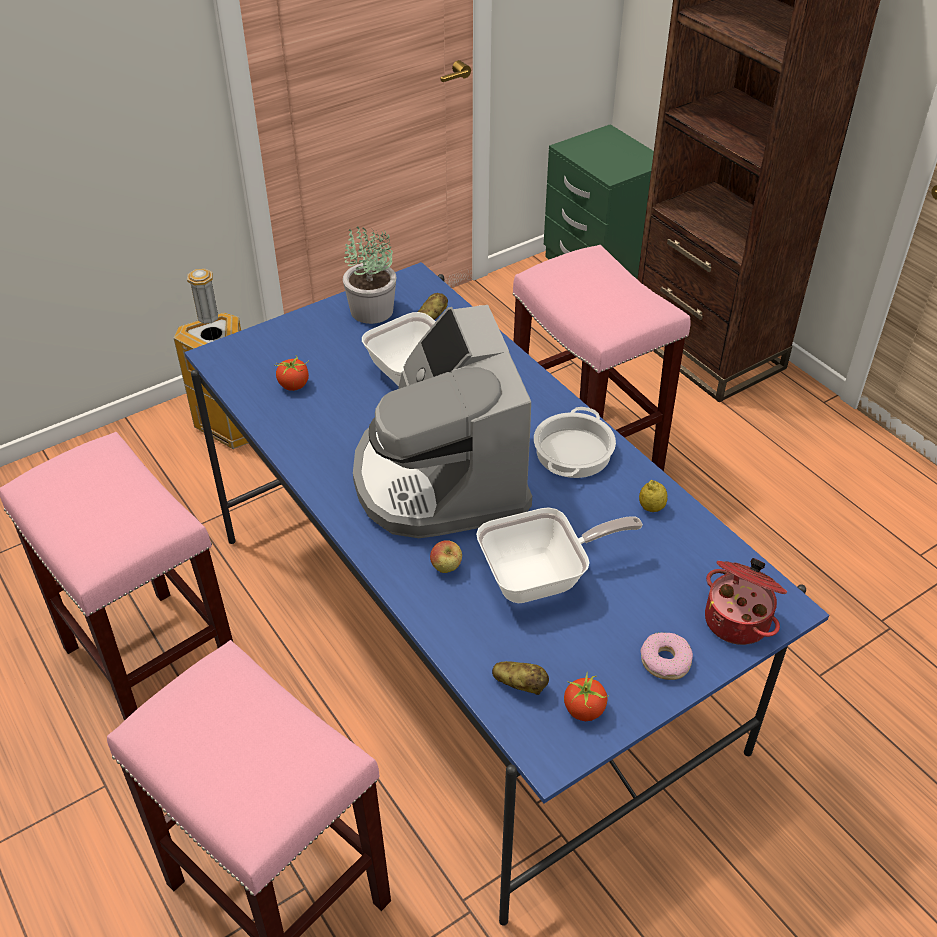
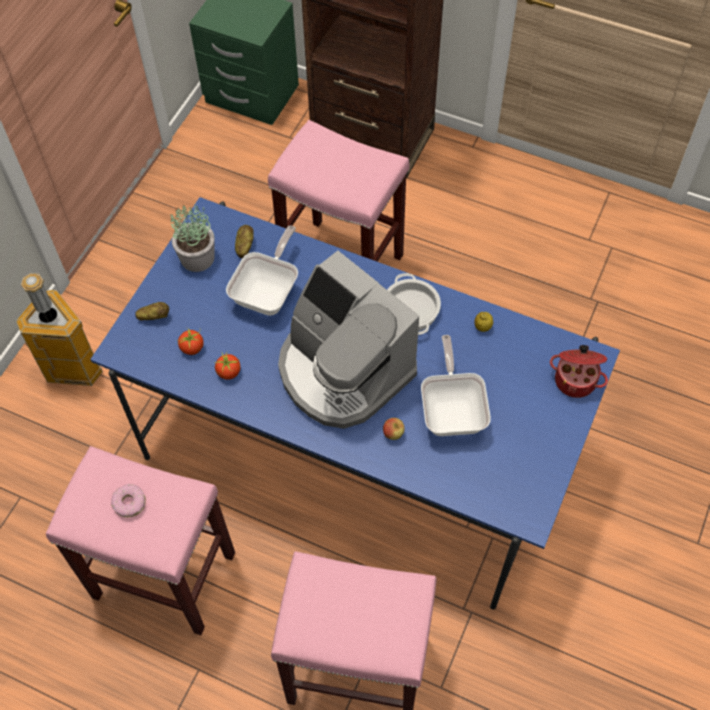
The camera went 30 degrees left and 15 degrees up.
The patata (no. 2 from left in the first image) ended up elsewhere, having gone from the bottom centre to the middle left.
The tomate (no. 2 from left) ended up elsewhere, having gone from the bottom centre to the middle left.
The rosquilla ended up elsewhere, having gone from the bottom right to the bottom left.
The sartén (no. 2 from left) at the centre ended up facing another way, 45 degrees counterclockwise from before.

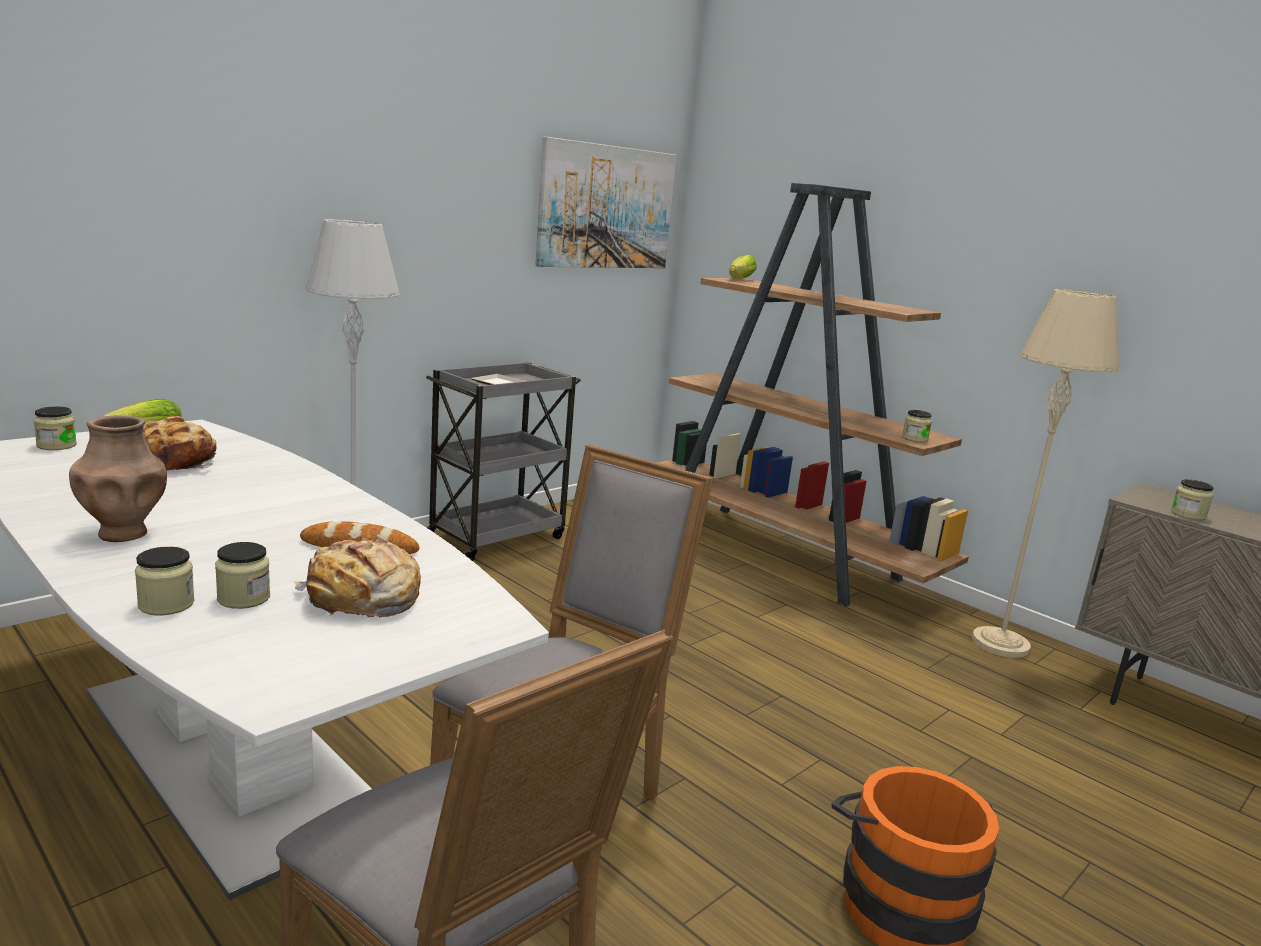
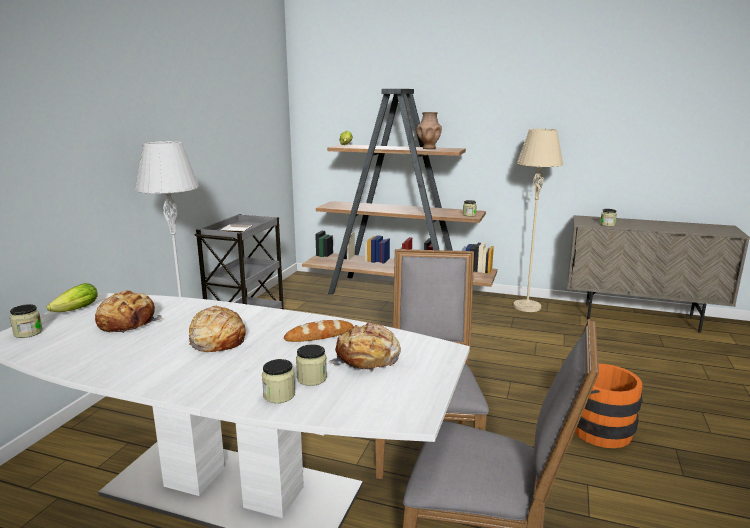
The camera went 25 degrees left and 0 degrees up.
The second view lost the cuadro at the top centre.
The second view gained the pan (no. 2 from left) at the middle left.
The florero/marrón ended up elsewhere, having gone from the middle left to the top centre.

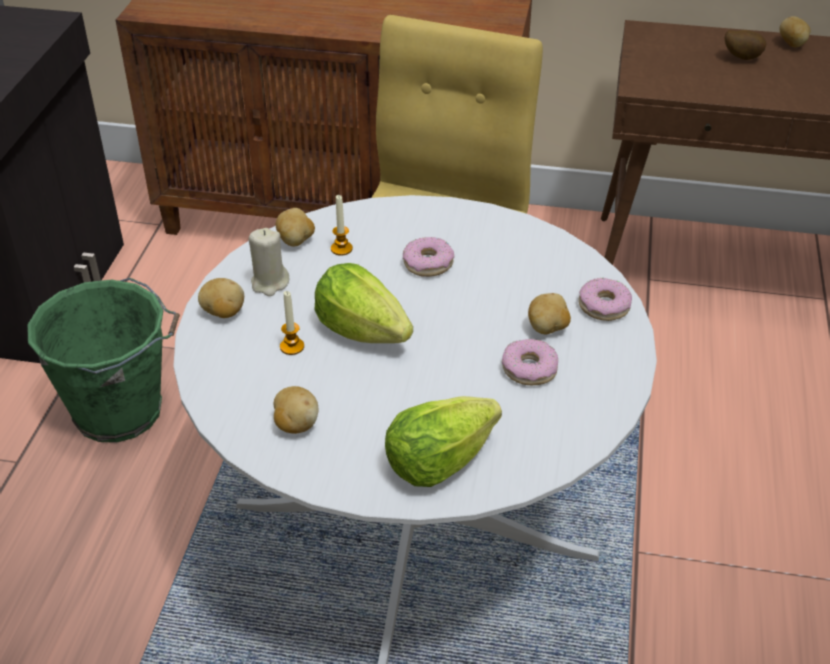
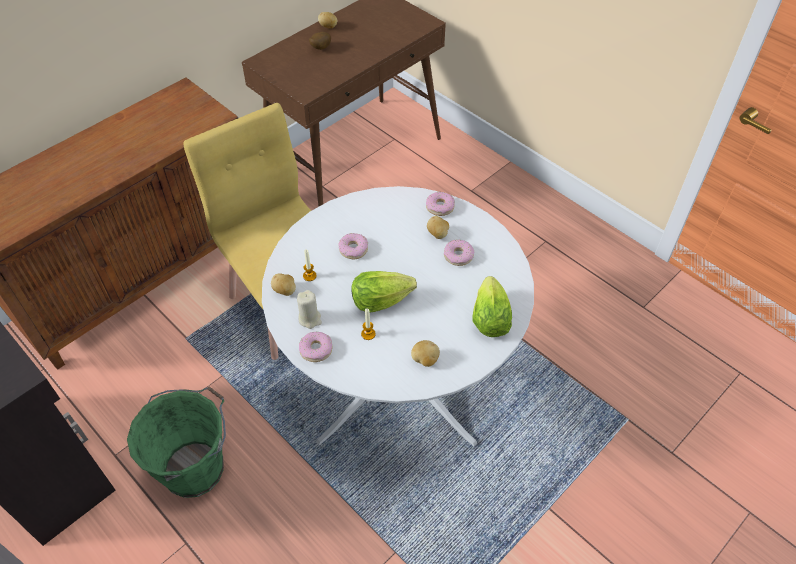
The camera went 55 degrees left and 10 degrees up.
Where the patata (no. 1 from left) stood at the middle left, the rosquilla (no. 1 from left) came to stand at the centre.

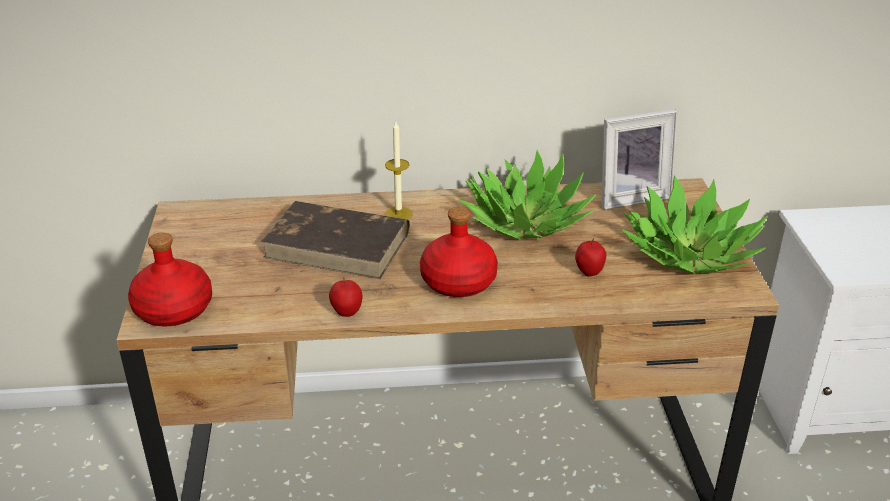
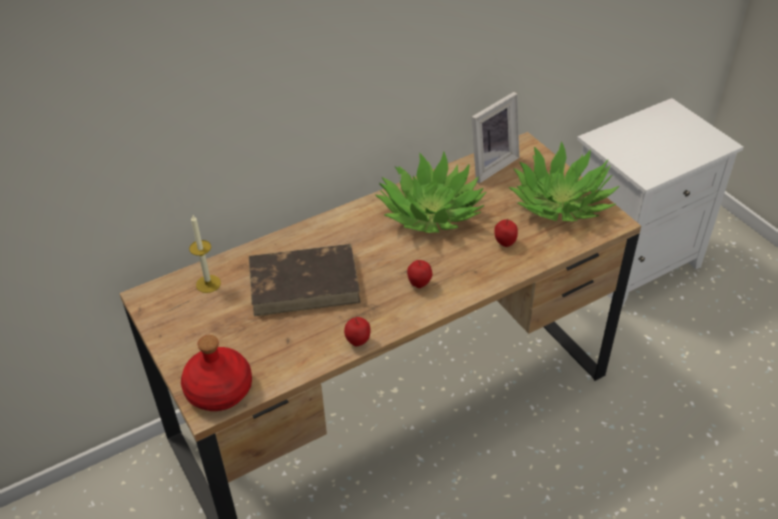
The camera went 25 degrees left and 10 degrees up.
The vela ended up elsewhere, having gone from the centre to the middle left.
Where the botella/rojo (no. 2 from left) stood at the centre, the manzana (no. 2 from left) came to stand at the centre.

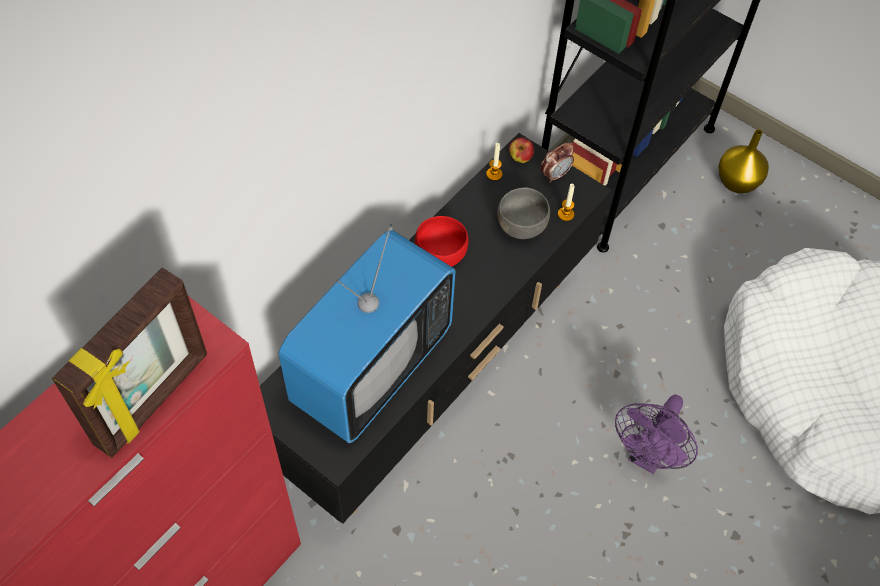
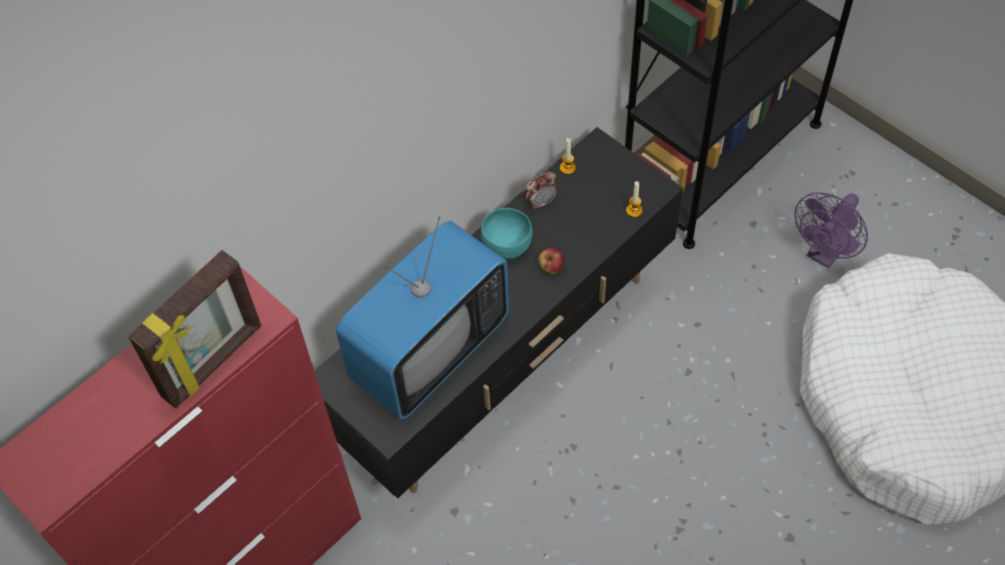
The camera went 10 degrees right and 0 degrees up.
The second view lost the cuenco/gris at the centre.
The second view lost the florero/amarillo at the top right.
The manzana ended up elsewhere, having gone from the top centre to the centre.
The despertador ended up elsewhere, having gone from the top centre to the centre.
The ventilador/morado ended up elsewhere, having gone from the bottom right to the middle right.
What was the cuenco/rojo at the centre turned into the cuenco/turquesa at the centre.

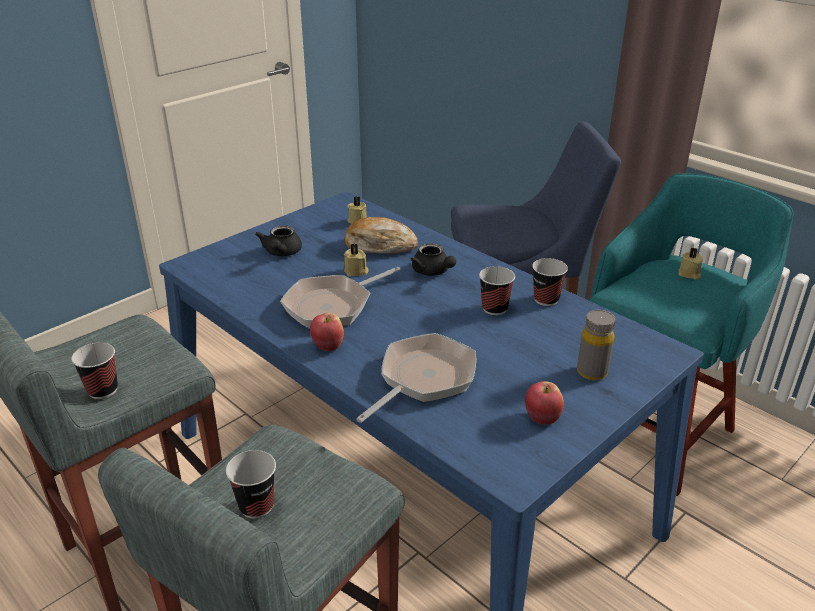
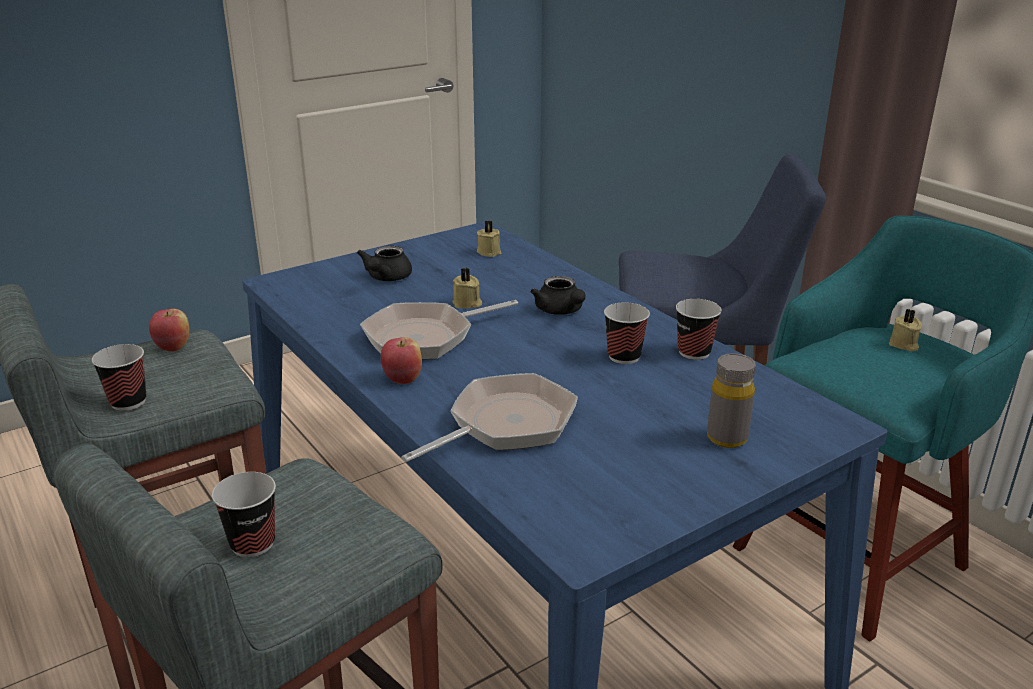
The camera went 10 degrees right and 5 degrees down.
The second view lost the pan at the centre.
The manzana (no. 2 from left in the first image) ended up elsewhere, having gone from the middle right to the middle left.

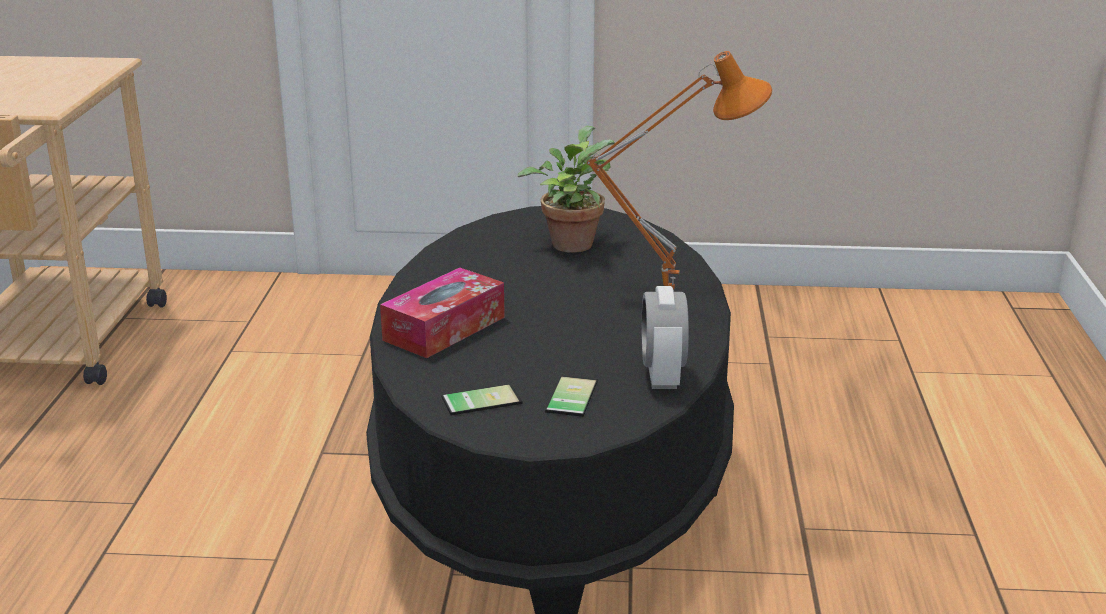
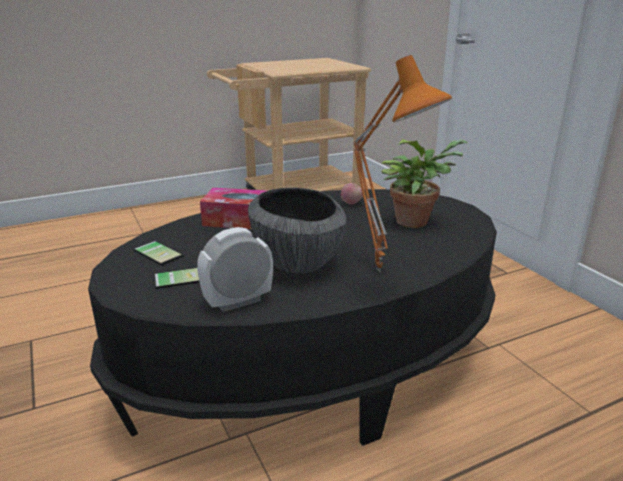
The camera went 60 degrees right and 0 degrees up.
The second view gained the cuenco at the centre.
The second view gained the manzana at the centre.

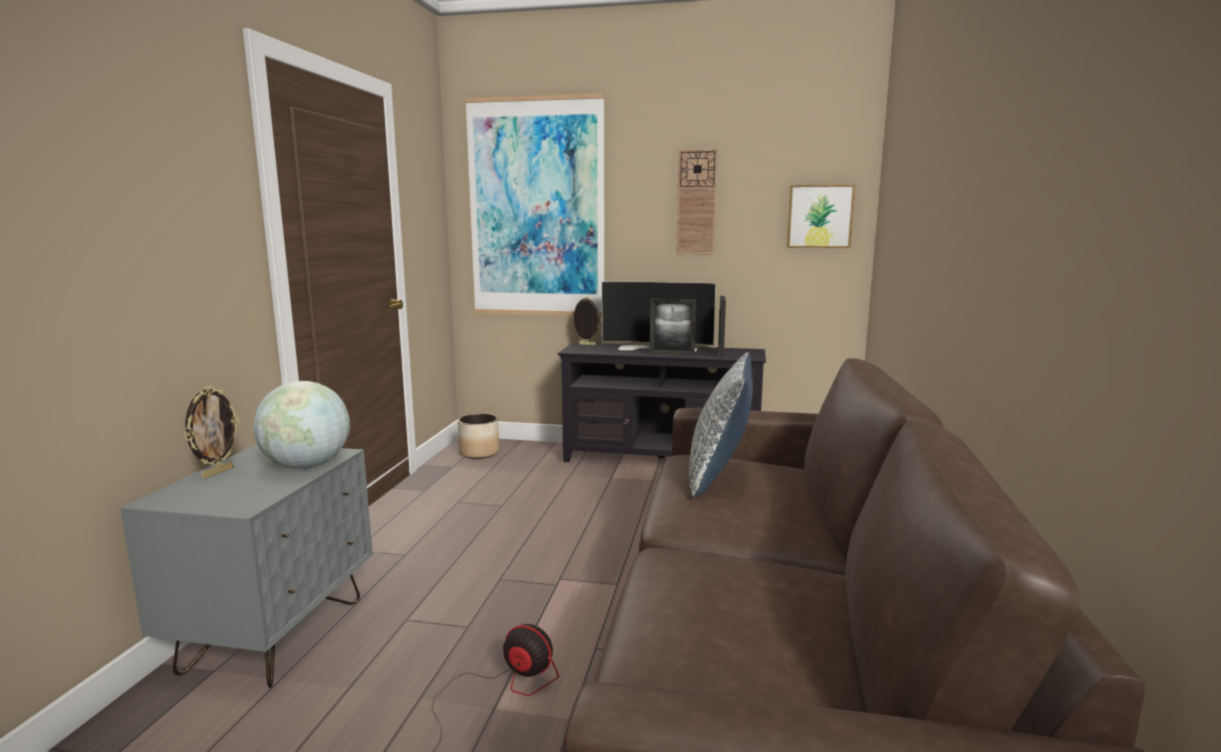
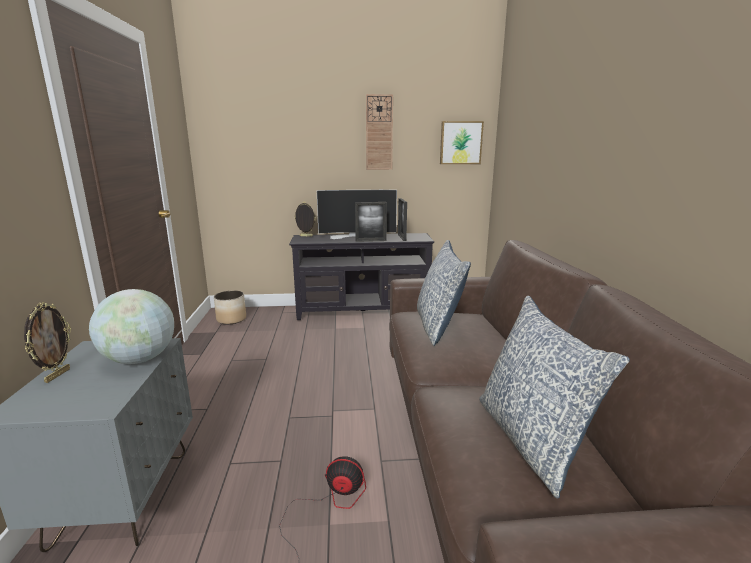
The camera went 15 degrees left and 5 degrees up.
The second view lost the cuadro (no. 1 from left) at the top centre.
The second view gained the cojín (no. 2 from left) at the bottom right.

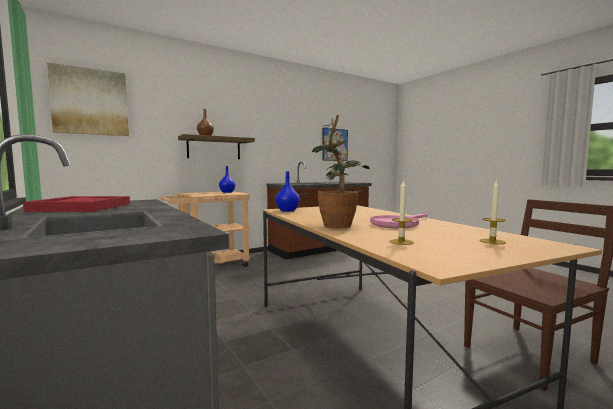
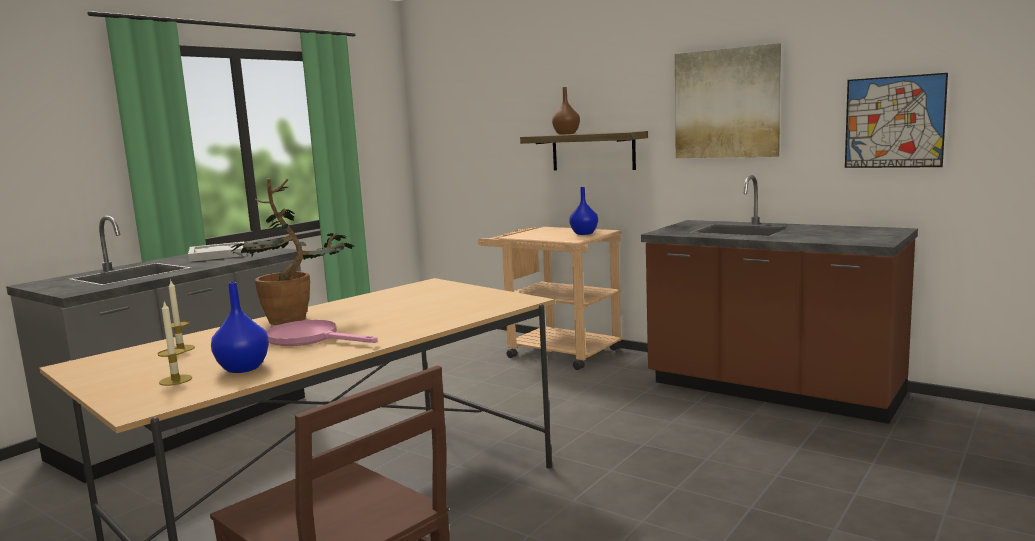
The camera went 70 degrees right and 5 degrees up.
The cuadro (no. 1 from left) ended up elsewhere, having gone from the top left to the top right.
The florero/azul (no. 2 from left in the first image) ended up elsewhere, having gone from the centre to the middle left.
What was the bandeja/rojo at the middle left turned into the bandeja/blanco at the middle left.

